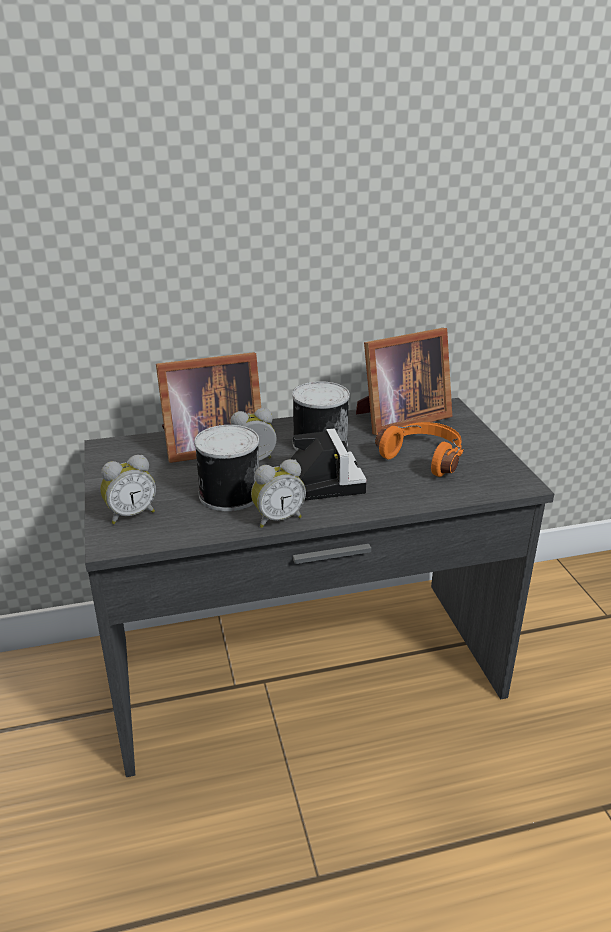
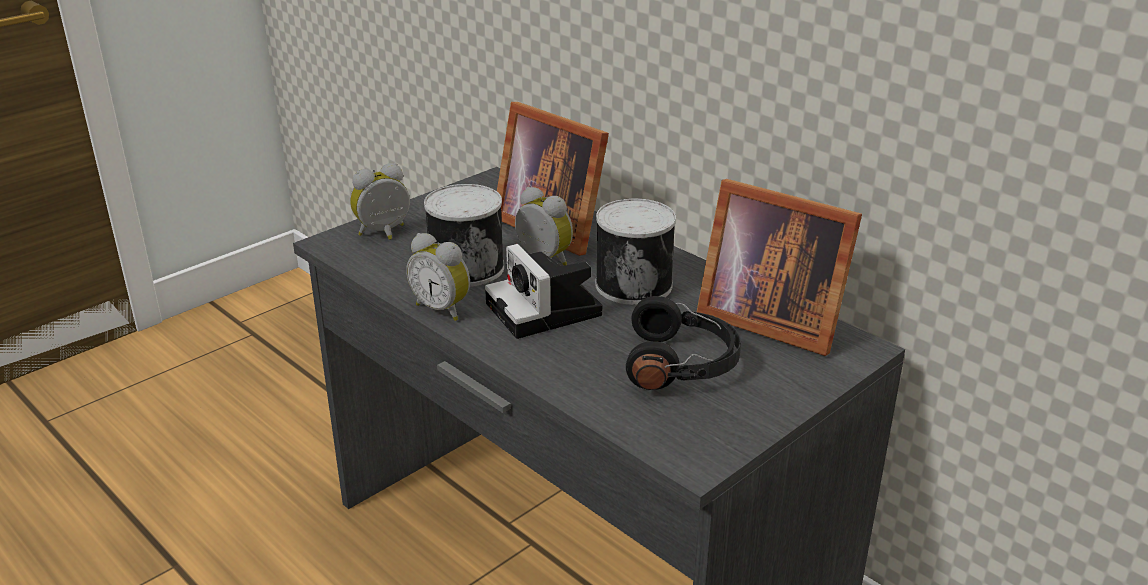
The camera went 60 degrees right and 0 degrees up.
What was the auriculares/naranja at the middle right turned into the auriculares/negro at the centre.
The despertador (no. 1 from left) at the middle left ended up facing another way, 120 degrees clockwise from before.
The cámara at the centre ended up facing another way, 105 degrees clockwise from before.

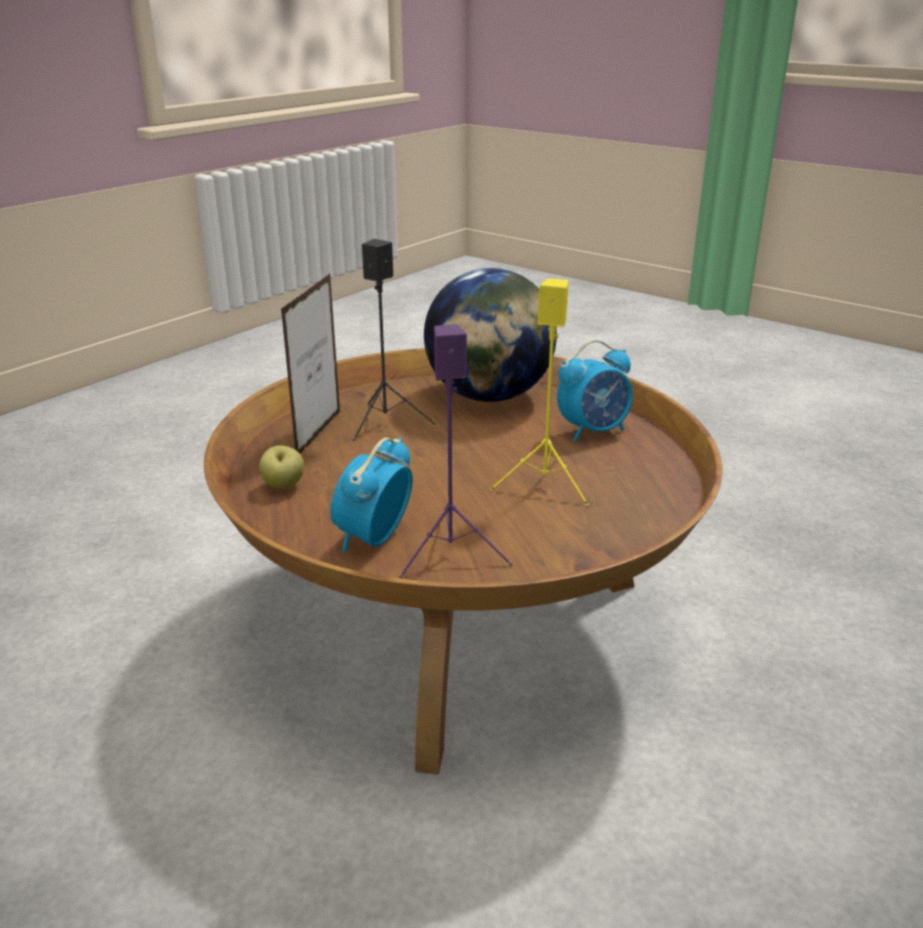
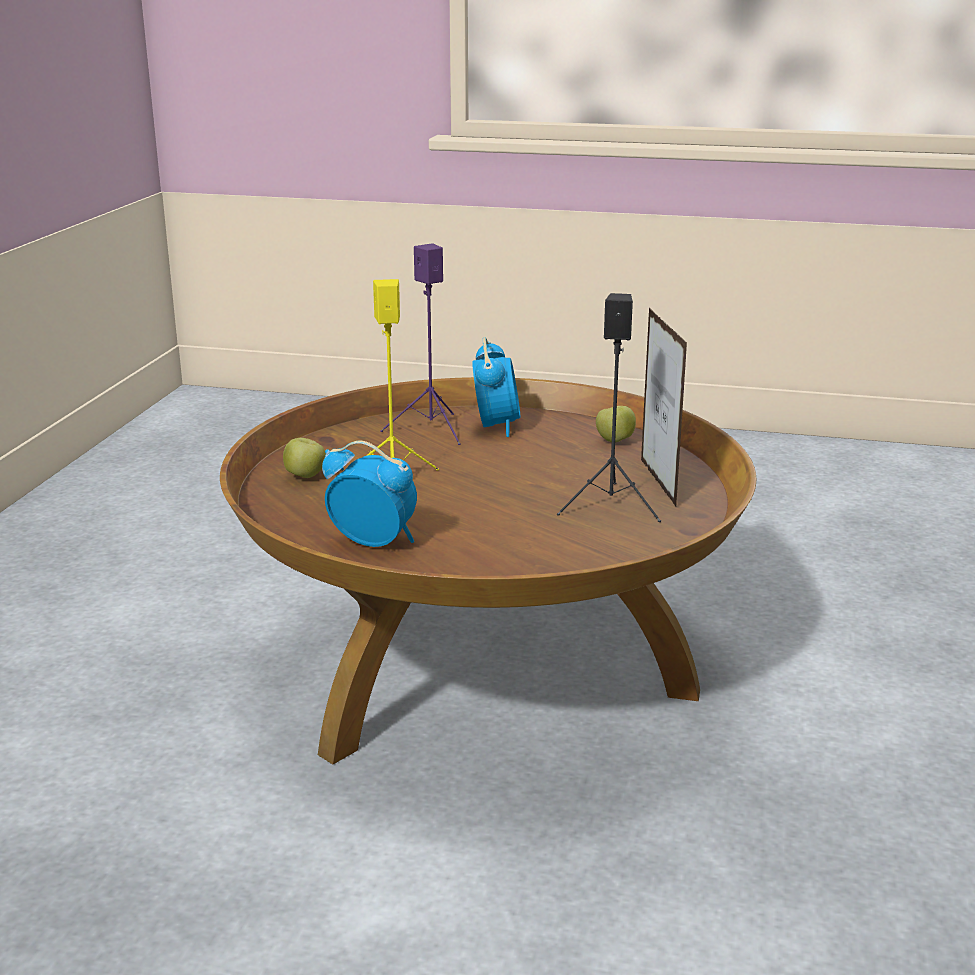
The camera went 155 degrees right and 5 degrees down.
The second view lost the globo terráqueo at the centre.
The second view gained the manzana (no. 1 from left) at the middle left.
The despertador (no. 2 from left in the first image) at the centre ended up facing another way, 75 degrees clockwise from before.

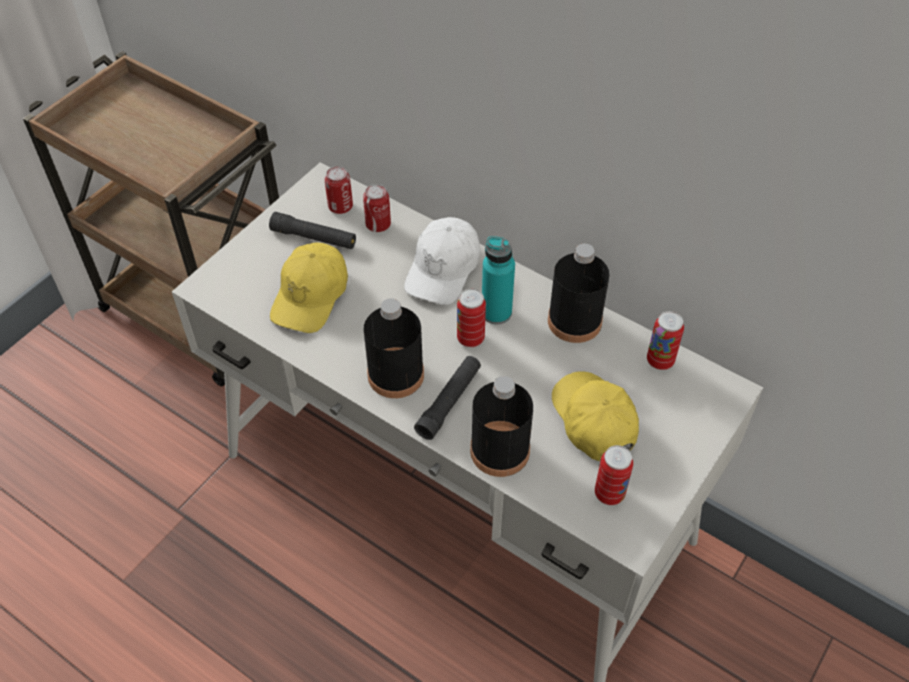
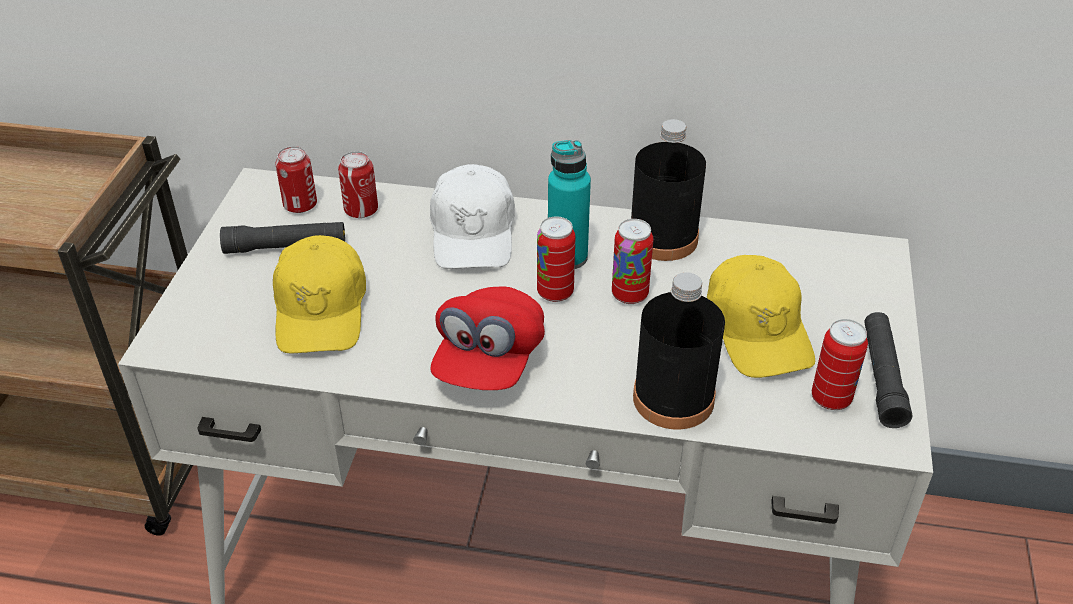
The camera went 25 degrees left and 10 degrees down.
The linterna/negro (no. 2 from left) ended up elsewhere, having gone from the centre to the middle right.
The lata (no. 5 from left in the first image) ended up elsewhere, having gone from the middle right to the centre.
Where the botella/negro (no. 1 from left) stood at the centre, the gorra/rojo came to stand at the centre.
The gorra/amarillo (no. 2 from left) at the centre ended up facing another way, 150 degrees counterclockwise from before.

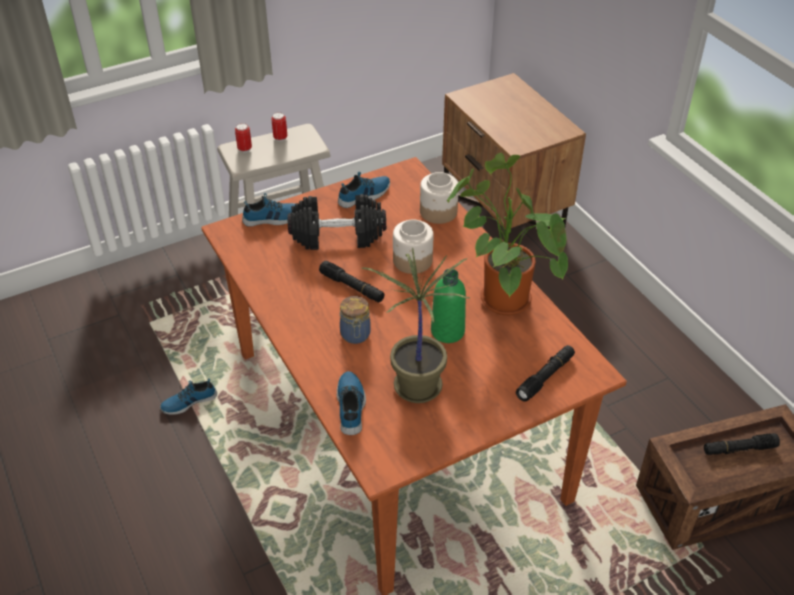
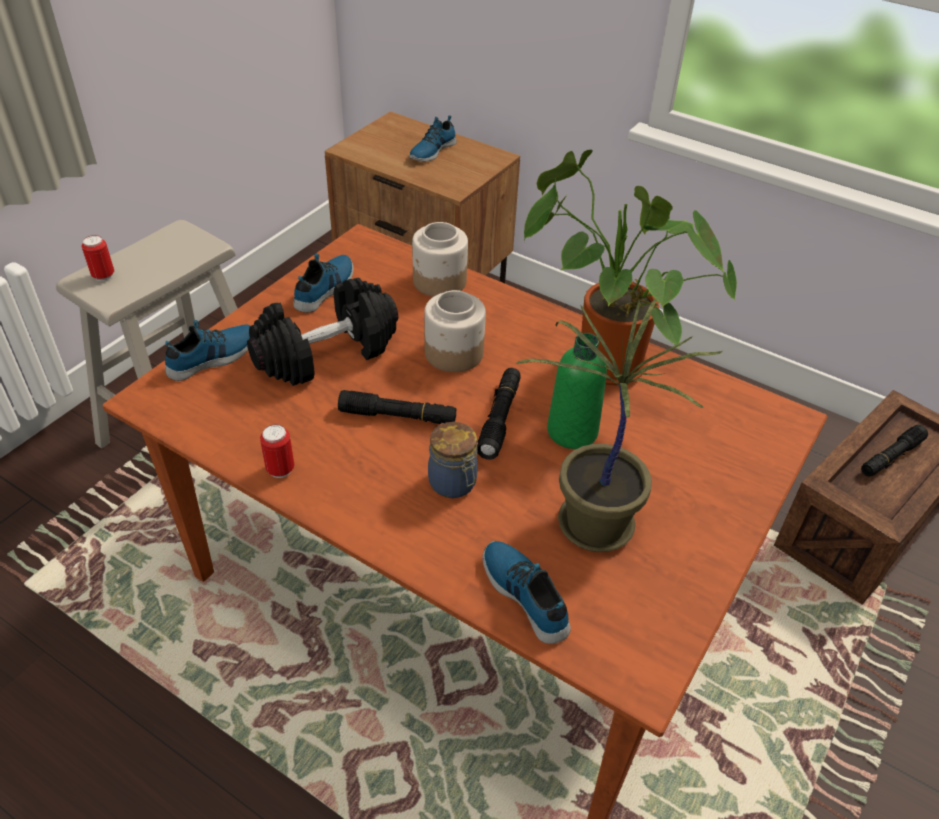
The camera went 30 degrees left and 0 degrees up.
The zapato (no. 1 from left in the first image) ended up elsewhere, having gone from the middle left to the top centre.
The lata (no. 2 from left) ended up elsewhere, having gone from the top centre to the middle left.
The linterna/negro (no. 2 from left) ended up elsewhere, having gone from the middle right to the centre.

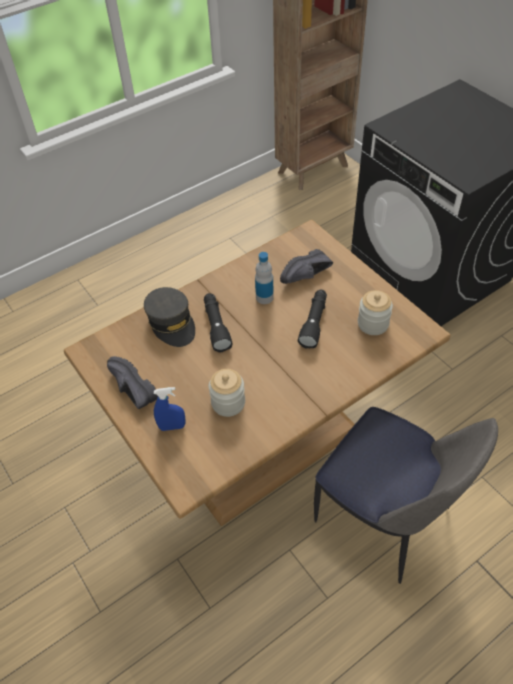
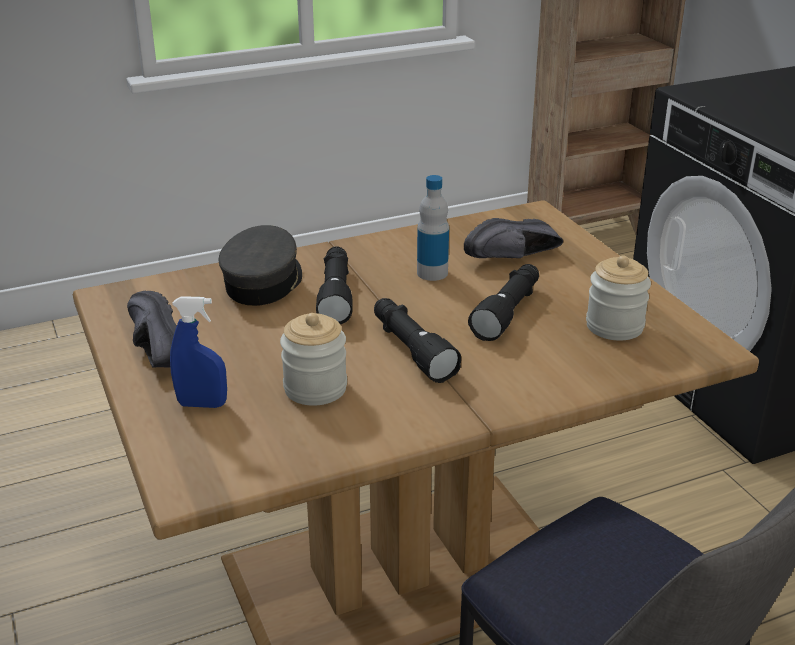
The camera went 10 degrees right and 20 degrees down.
The second view gained the linterna/negro (no. 2 from left) at the centre.
The gorra/gris at the middle left ended up facing another way, 150 degrees counterclockwise from before.

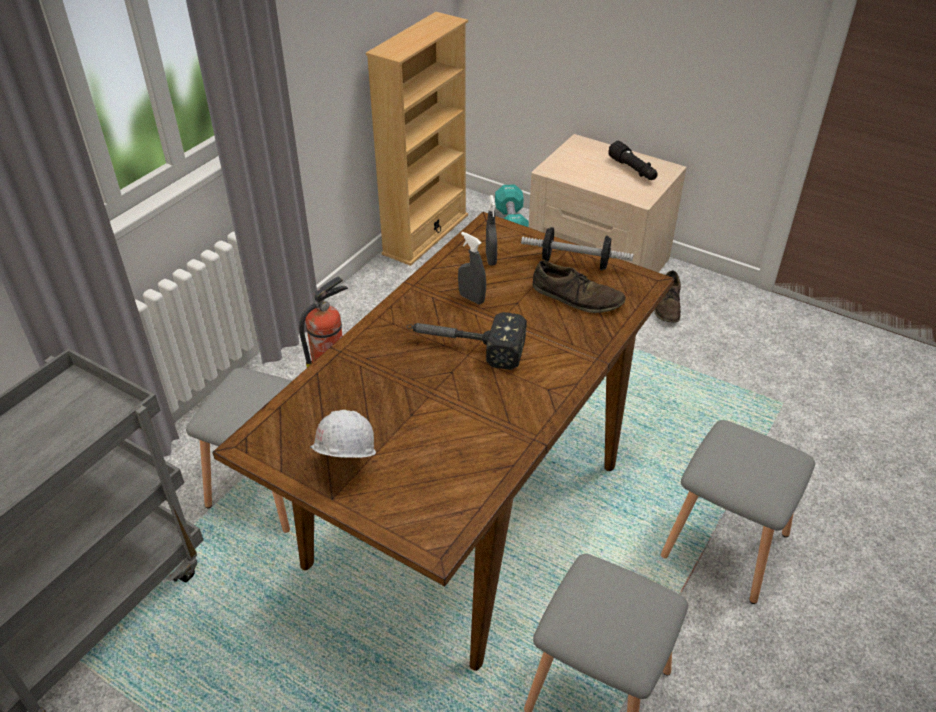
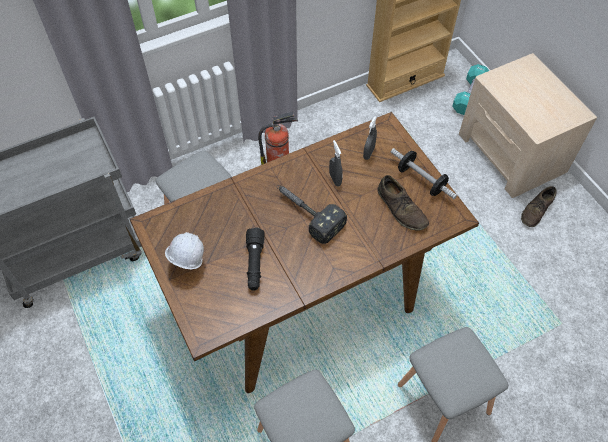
The camera went 30 degrees right and 15 degrees up.
The linterna/negro ended up elsewhere, having gone from the top right to the centre.

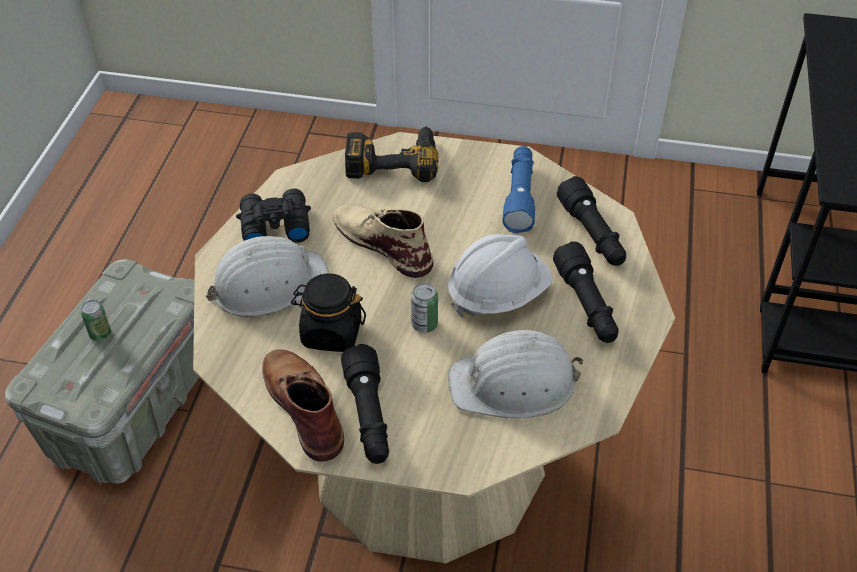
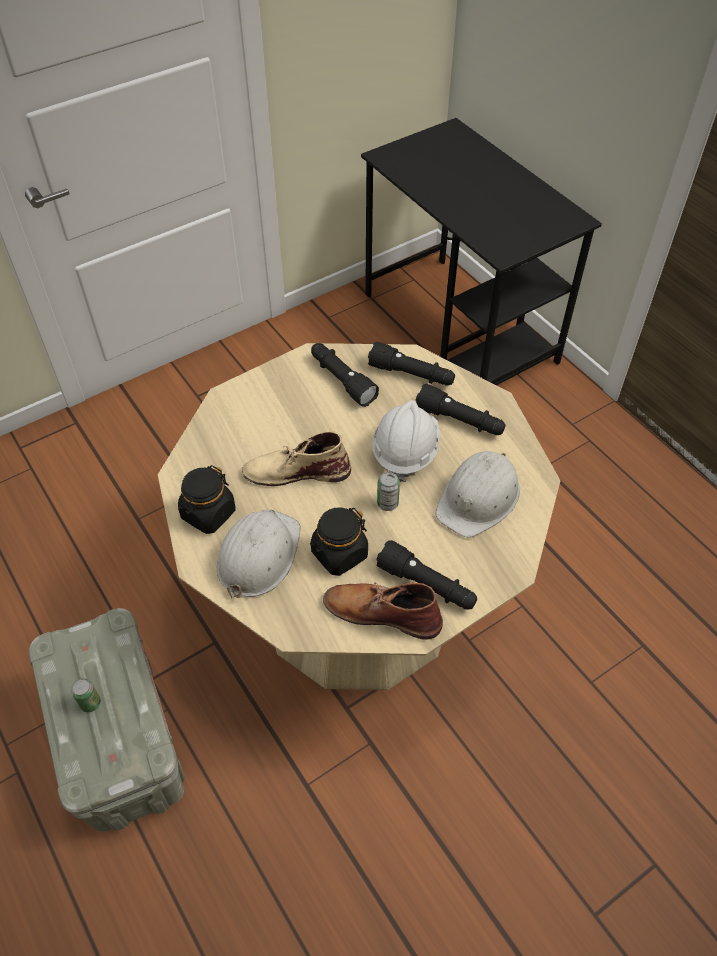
The camera went 45 degrees left and 5 degrees up.
The second view lost the taladro at the top centre.
Where the prismáticos/negro stood at the middle left, the tarro/negro (no. 1 from left) came to stand at the middle left.
What was the linterna/azul at the top centre turned into the linterna/negro (no. 1 from left) at the centre.

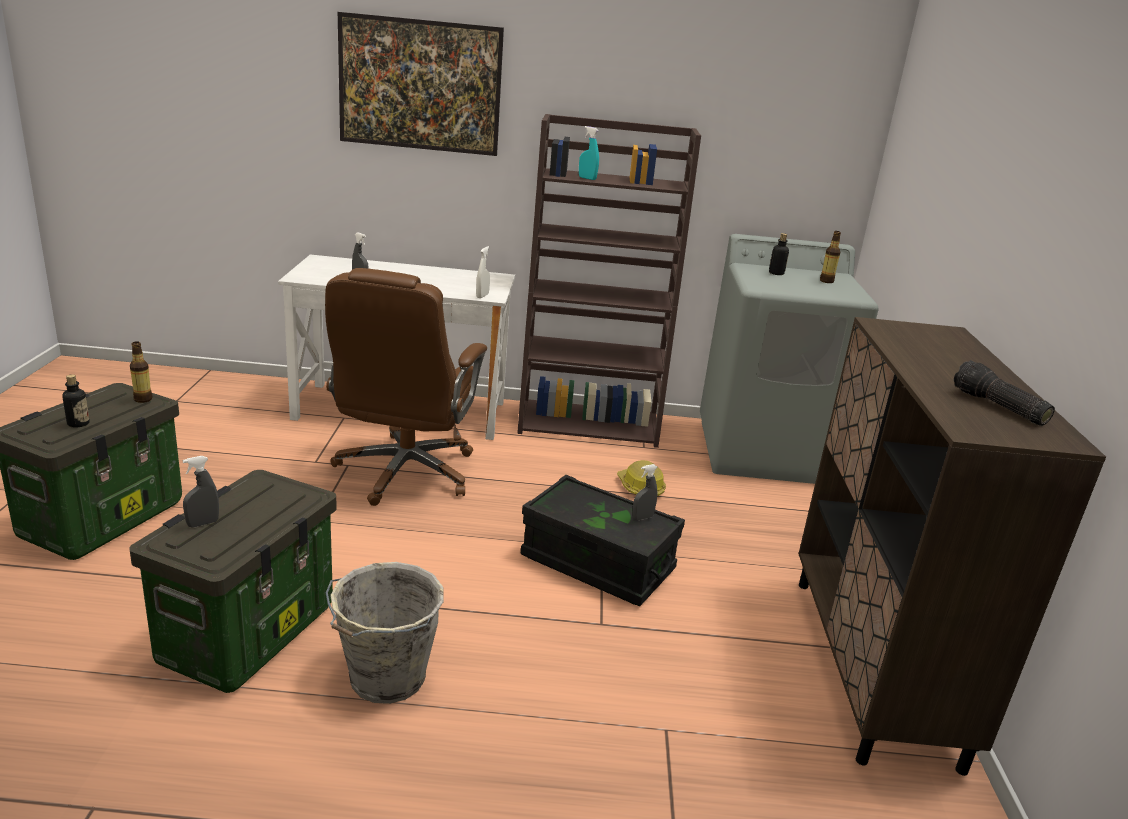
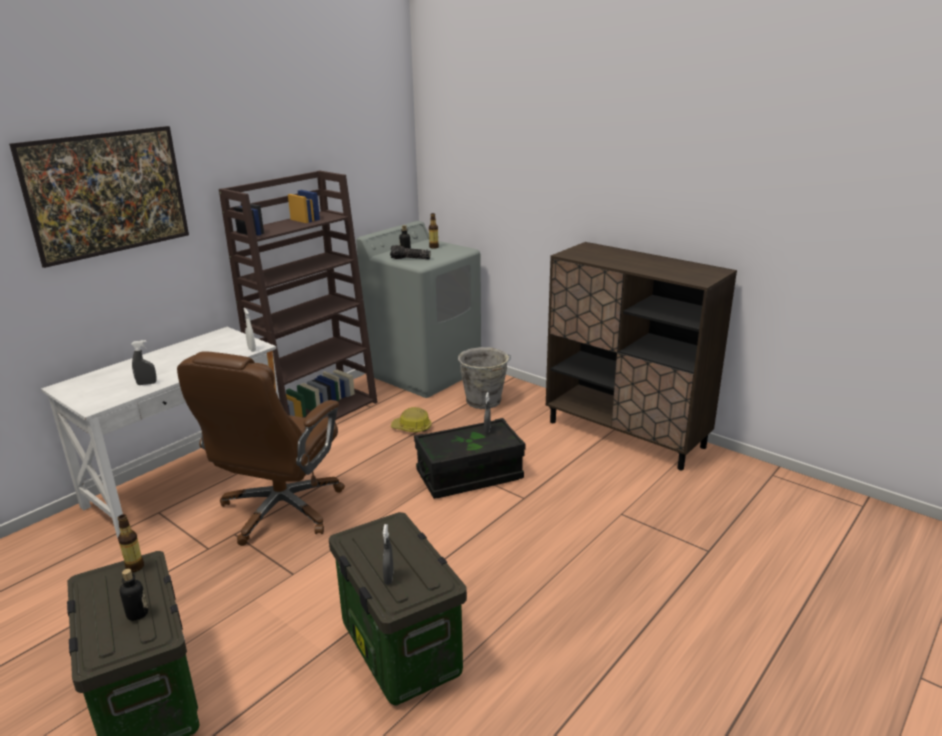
The camera went 50 degrees left and 0 degrees up.
The second view lost the pulverizador/turquesa at the top centre.
The cubo/gris ended up elsewhere, having gone from the bottom centre to the centre.
The linterna ended up elsewhere, having gone from the middle right to the centre.
The silla de oficina/marrón at the centre ended up facing another way, 60 degrees clockwise from before.

